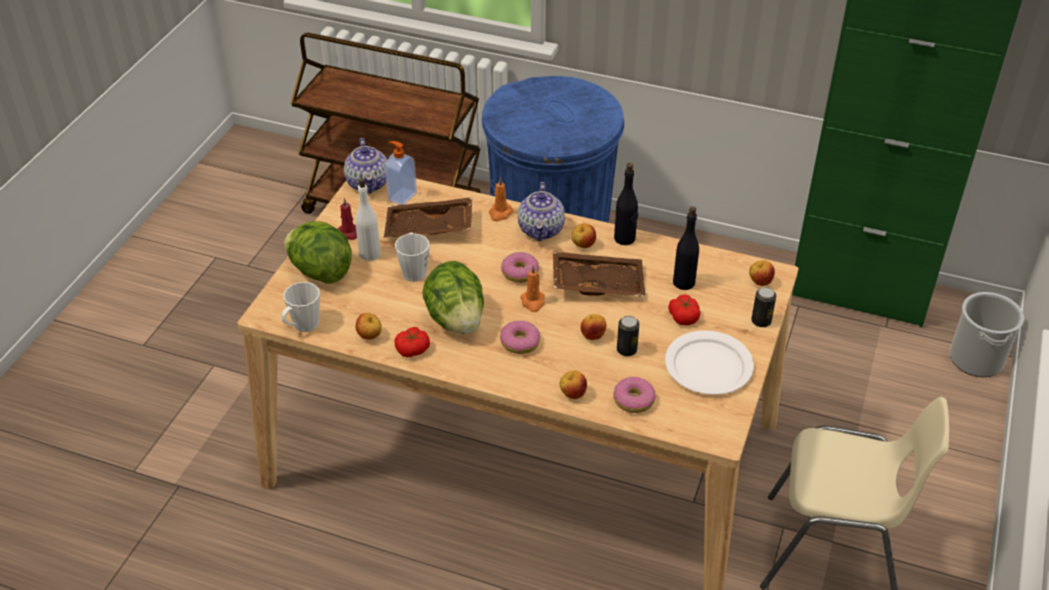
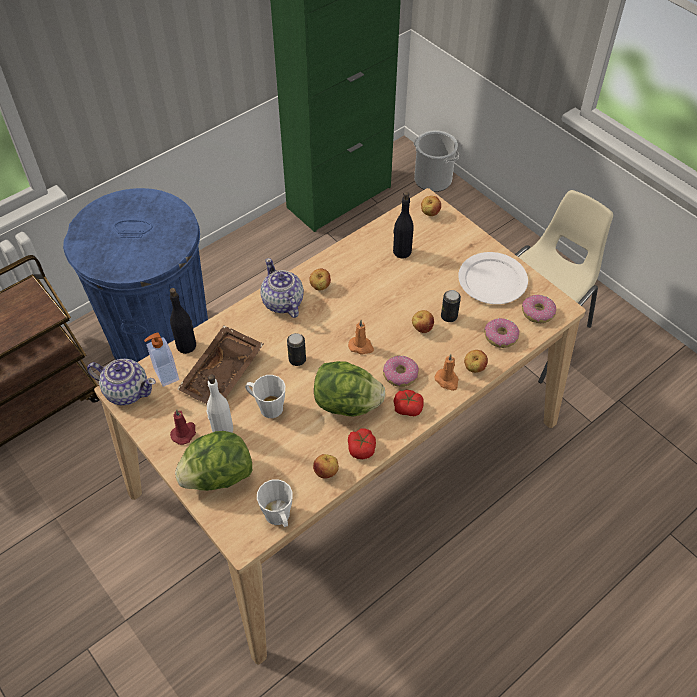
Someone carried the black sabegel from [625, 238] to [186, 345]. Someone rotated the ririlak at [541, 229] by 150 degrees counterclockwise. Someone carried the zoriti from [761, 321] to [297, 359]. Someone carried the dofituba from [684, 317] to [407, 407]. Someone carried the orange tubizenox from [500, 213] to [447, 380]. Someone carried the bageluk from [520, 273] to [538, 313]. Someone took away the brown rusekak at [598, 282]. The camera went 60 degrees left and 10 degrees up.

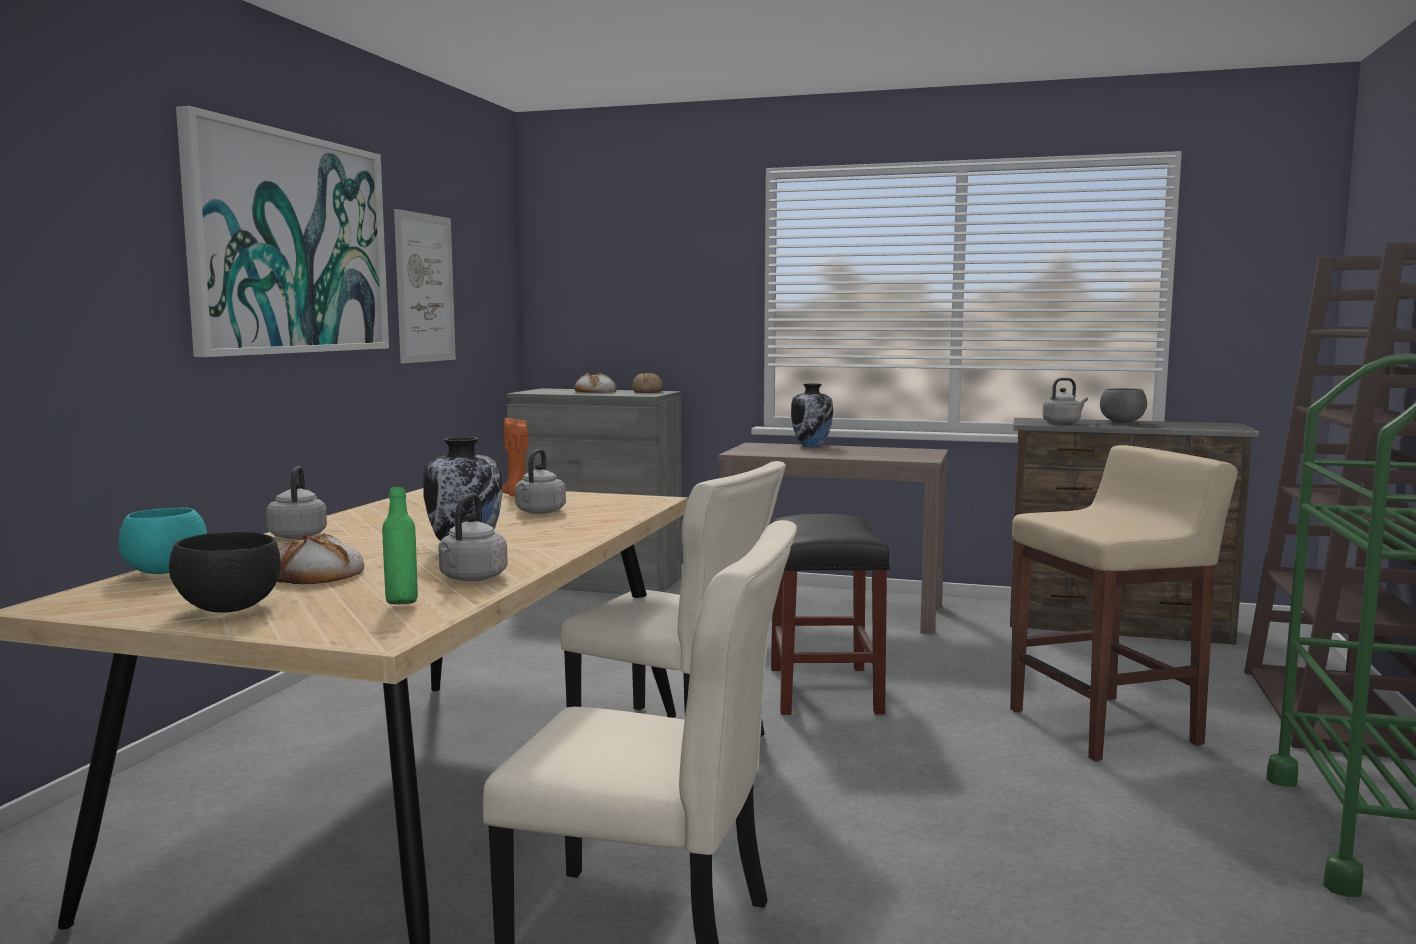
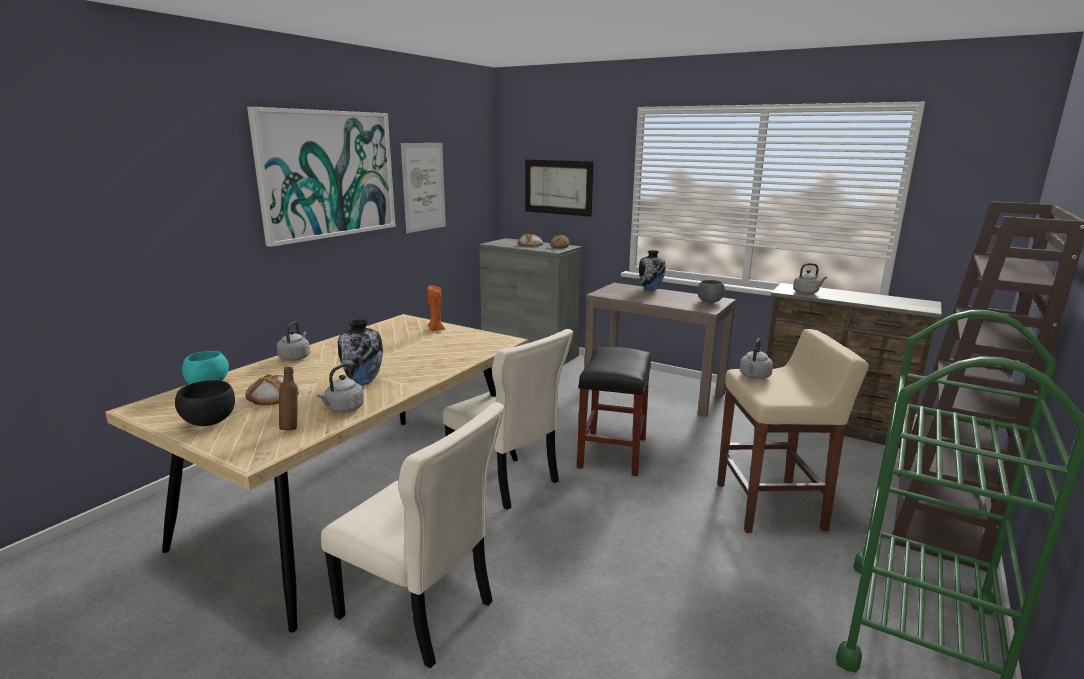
Someone repainted the green sabegel at [401, 602], which became the brown sabegel at [291, 427]. Someone put up the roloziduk at [558, 187]. Someone carried the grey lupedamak from [1122, 422] to [710, 302]. Someone carried the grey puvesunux from [539, 512] to [754, 376]. The camera went 15 degrees right and 10 degrees up.

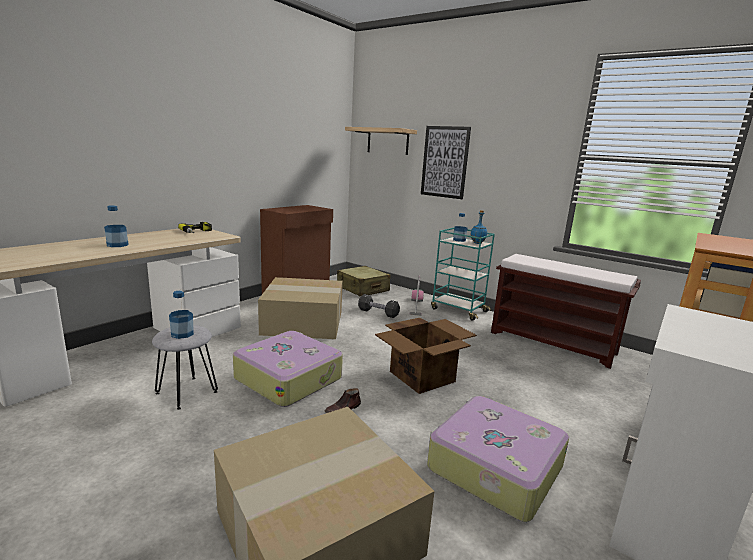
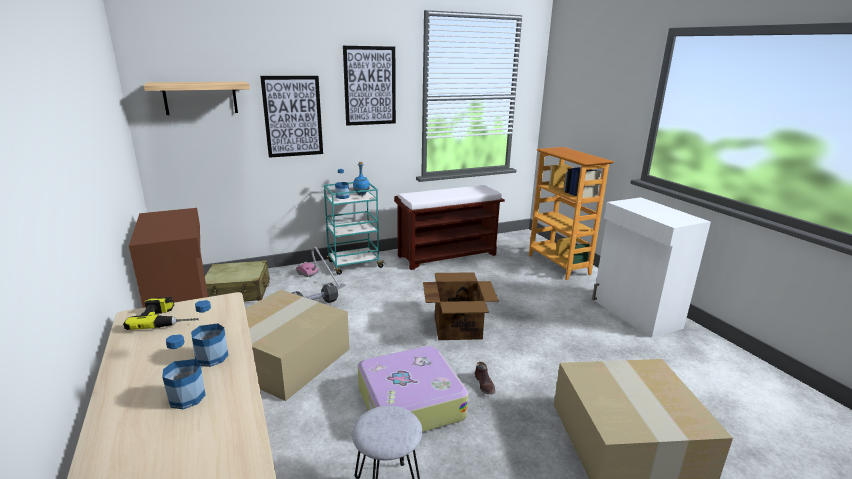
Someone carried the sabegel from [182, 334] to [212, 357]. Someone put up the roloziduk at [370, 86]. Someone took away the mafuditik at [493, 467]. The camera went 60 degrees left and 5 degrees up.

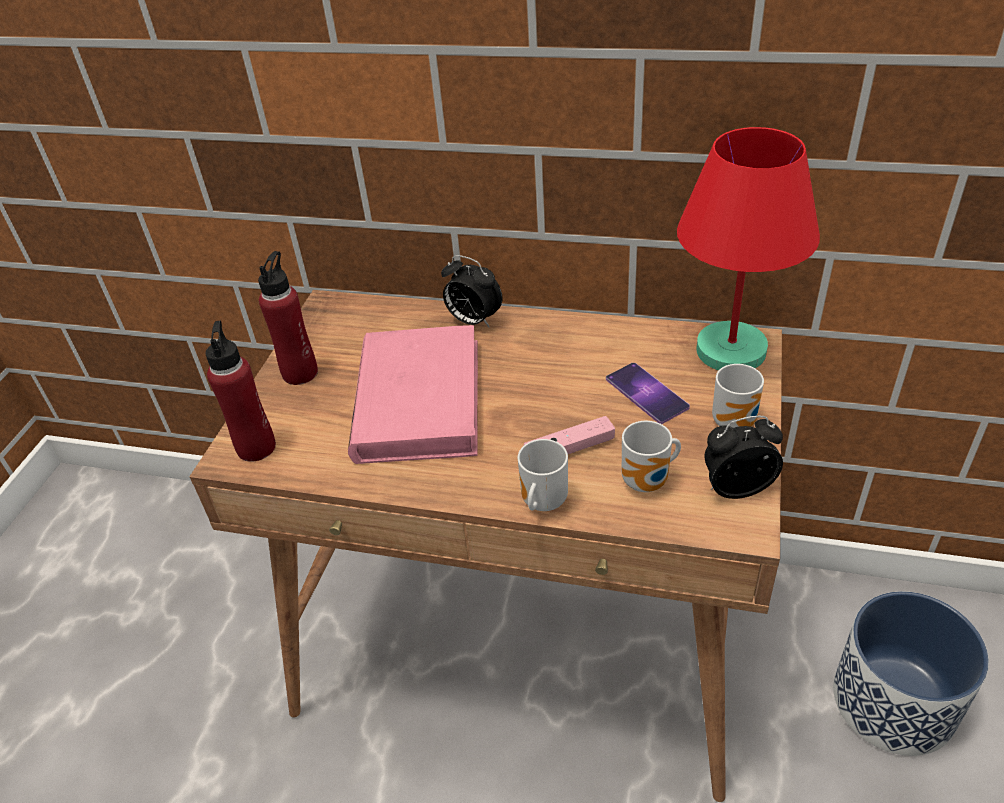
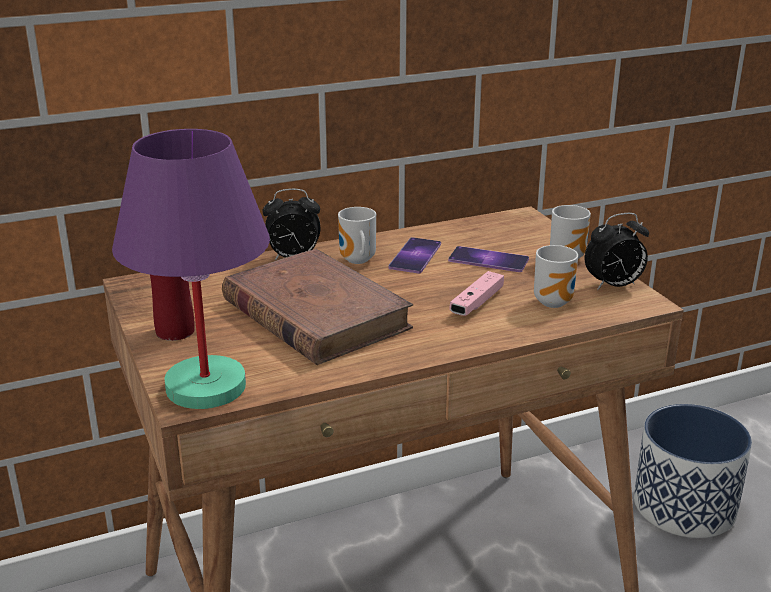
Someone swapped the red sabegel at [256, 447] for the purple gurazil at [204, 387]. Someone repainted the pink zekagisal at [418, 399], which became the brown zekagisal at [315, 314]. Someone carried the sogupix from [541, 503] to [356, 261]. Someone put down the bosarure at [415, 256]. Someone rotated the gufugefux at [737, 487] by 150 degrees counterclockwise. Someone took away the red gurazil at [732, 351]. The camera went 40 degrees left and 15 degrees down.

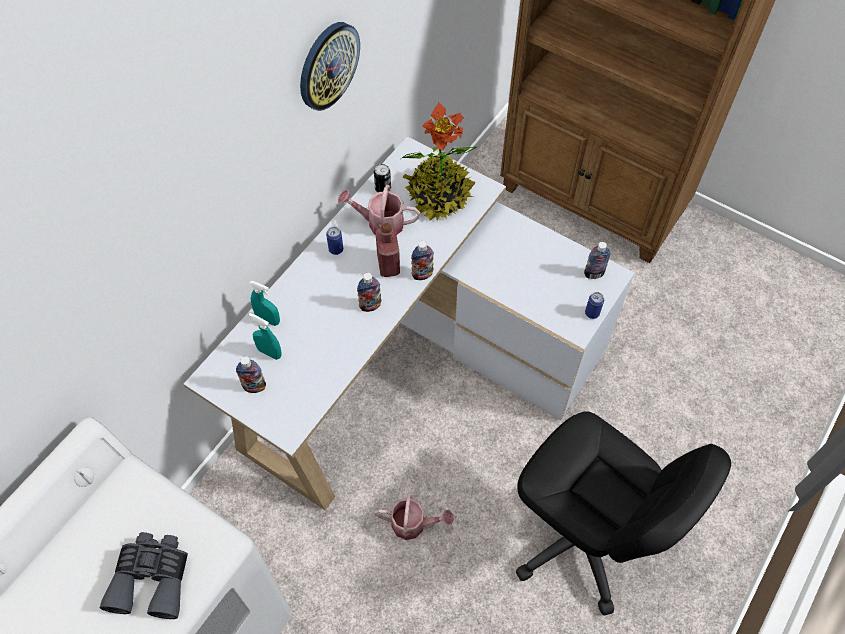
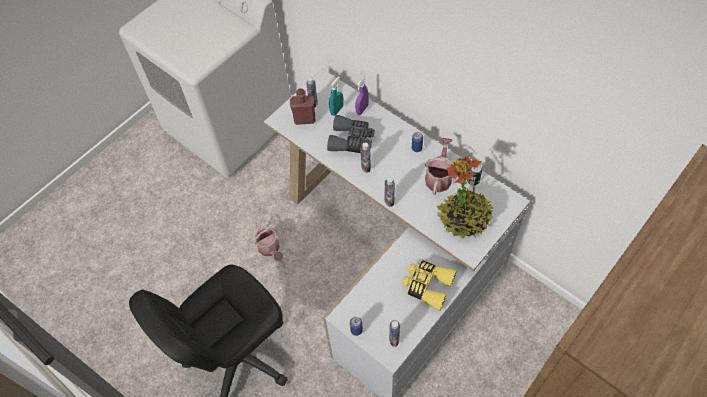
Someone rotated the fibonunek at [413, 524] by 45 degrees counterclockwise. Someone carried the red sabegel from [388, 265] to [304, 119]. Someone carried the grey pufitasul from [152, 578] to [351, 140]. Someone repainted the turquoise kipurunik at [268, 319], which became the purple kipurunik at [362, 109]. Someone put down the yellow pufitasul at [427, 285]. Someone took away the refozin at [328, 65]. The camera went 100 degrees right and 0 degrees up.

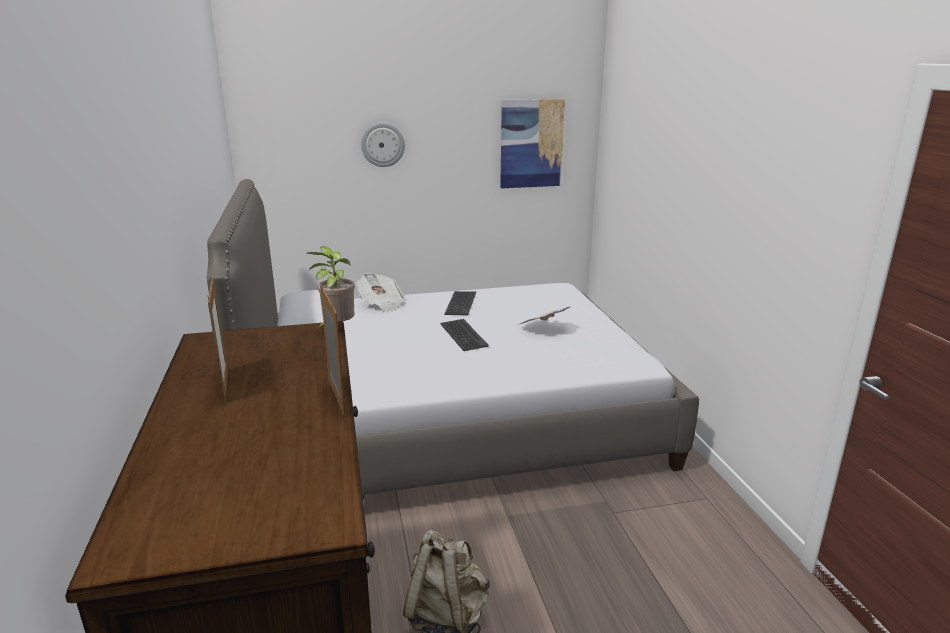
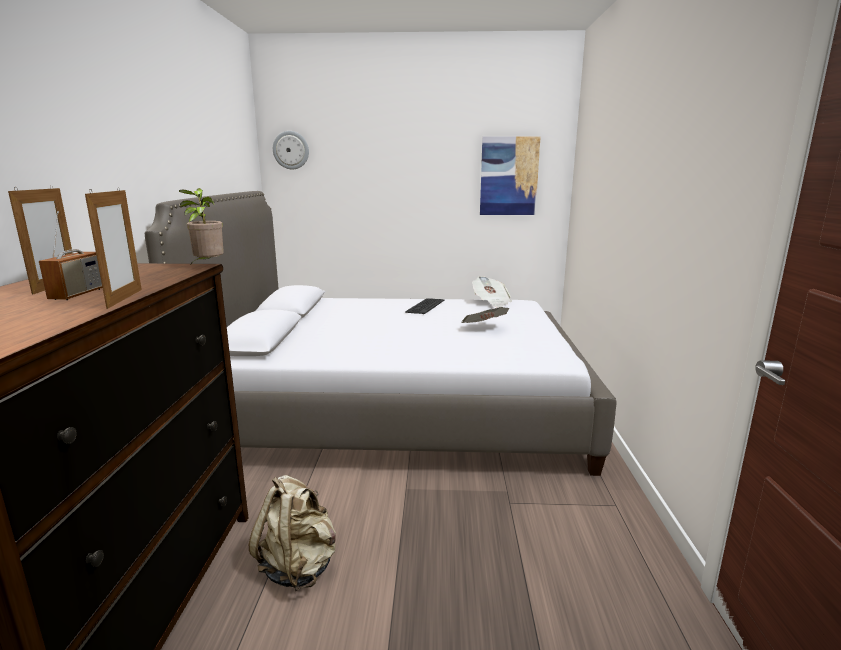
Someone put down the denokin at [78, 294]. Someone carried the refozin from [383, 144] to [291, 150]. Someone carried the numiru from [381, 304] to [491, 302]. Someone took away the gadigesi at [462, 335]. The camera went 15 degrees right and 5 degrees down.

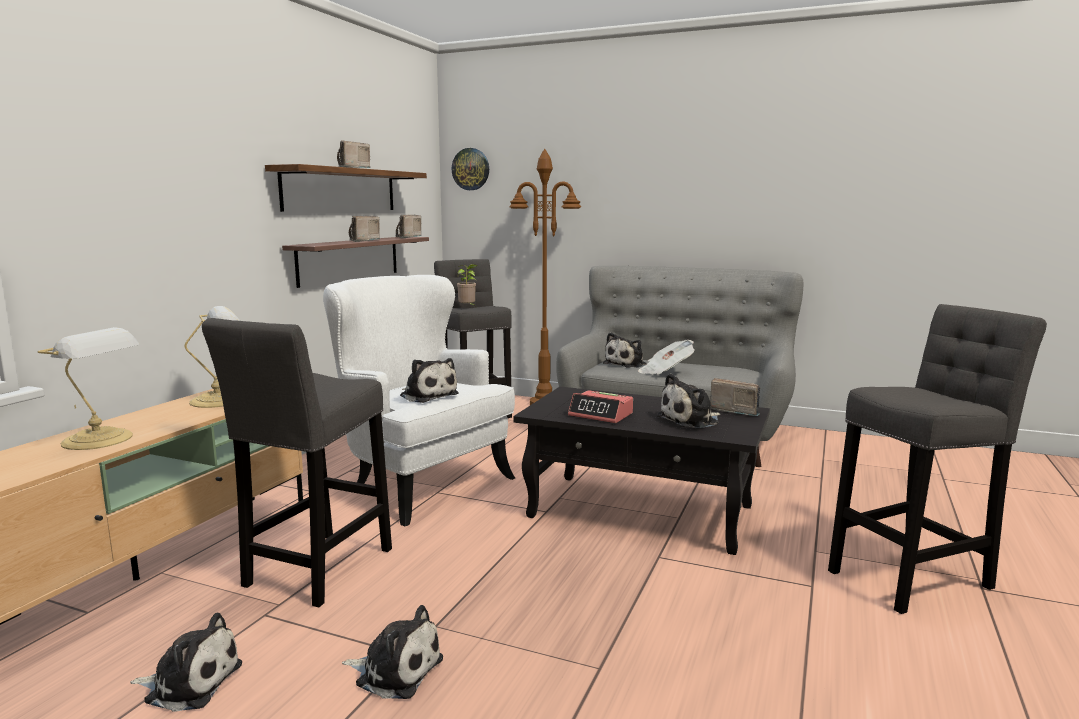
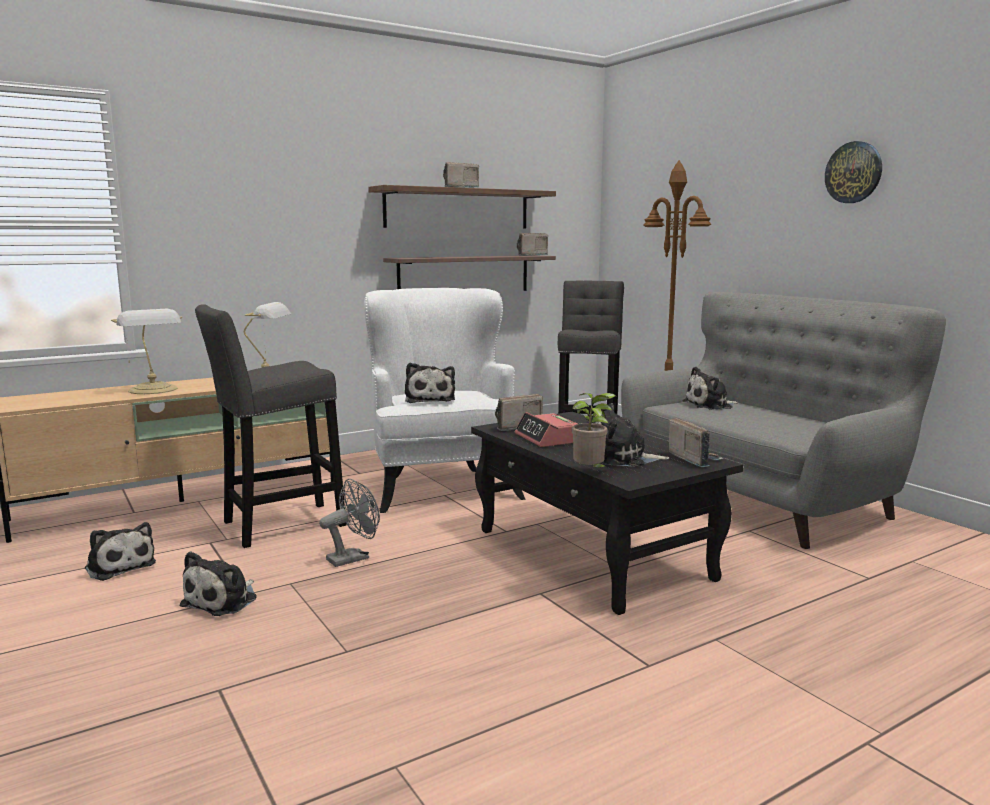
Someone rotated the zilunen at [395, 671] by 60 degrees clockwise. Someone put down the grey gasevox at [353, 557]. Someone carried the denokin from [361, 241] to [514, 426]. Someone carried the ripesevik from [468, 308] to [590, 472]. Someone carried the refozin from [471, 169] to [853, 172]. Someone took away the numiru at [665, 372]. Someone took away the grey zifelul at [914, 577]. The camera went 35 degrees right and 0 degrees up.

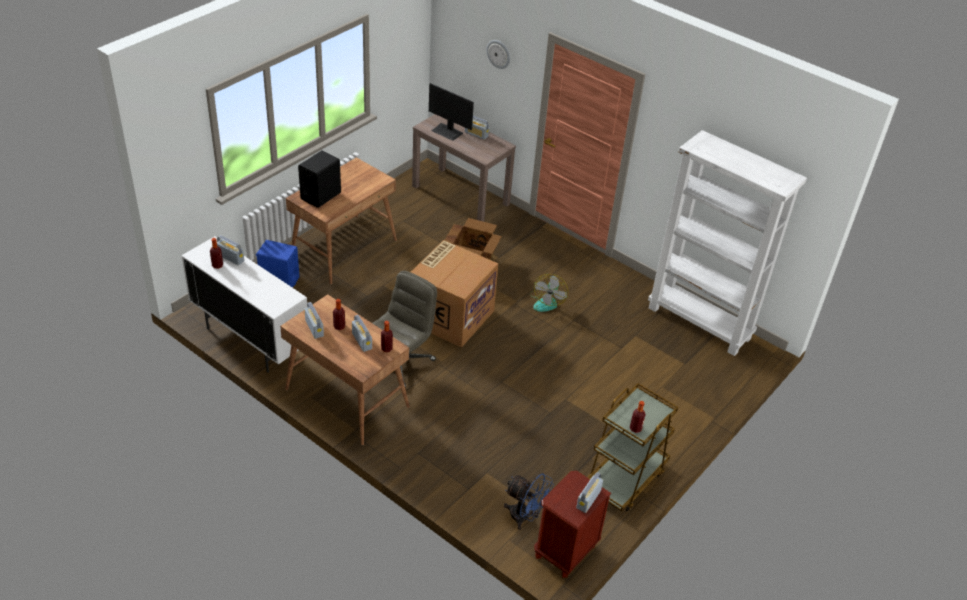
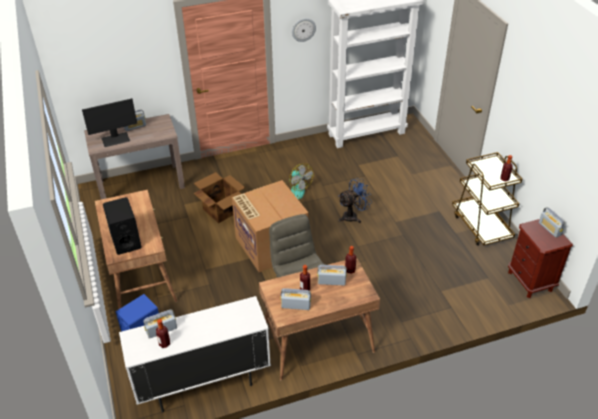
Someone carried the refozin from [499, 54] to [303, 29]. Someone carried the blue gasevox from [525, 517] to [353, 216]. The camera went 55 degrees left and 0 degrees up.

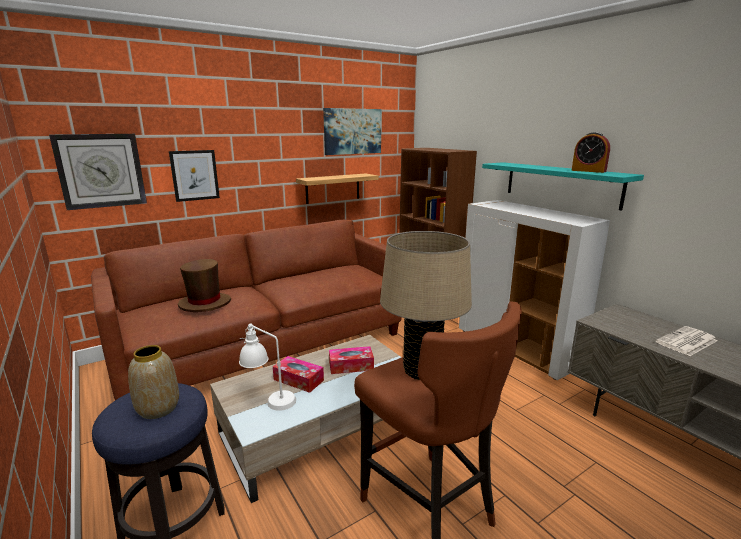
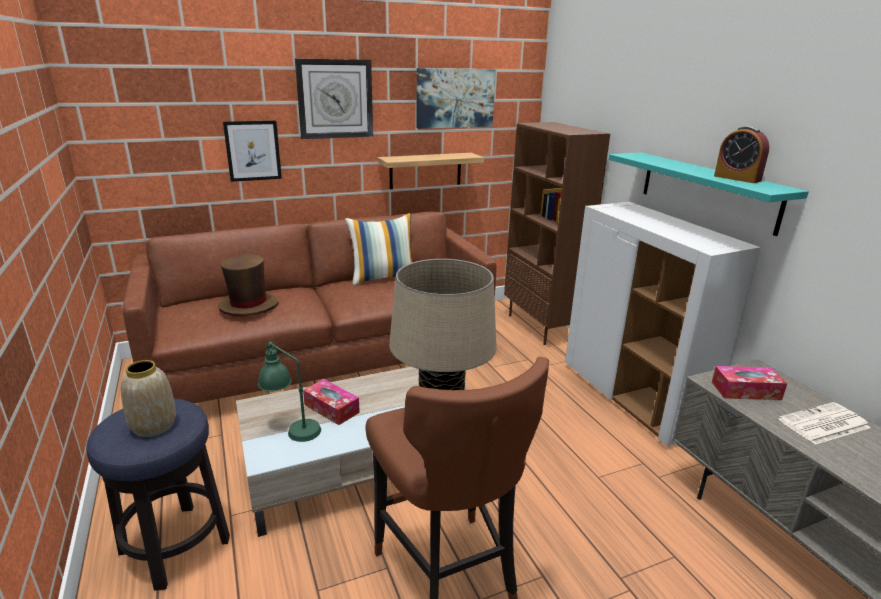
Someone repainted the white gurazil at [269, 401], which became the green gurazil at [291, 429]. Someone carried the refozin from [101, 171] to [335, 99]. Someone put down the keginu at [383, 277]. Someone carried the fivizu from [351, 366] to [745, 390]. The camera went 10 degrees right and 5 degrees up.

